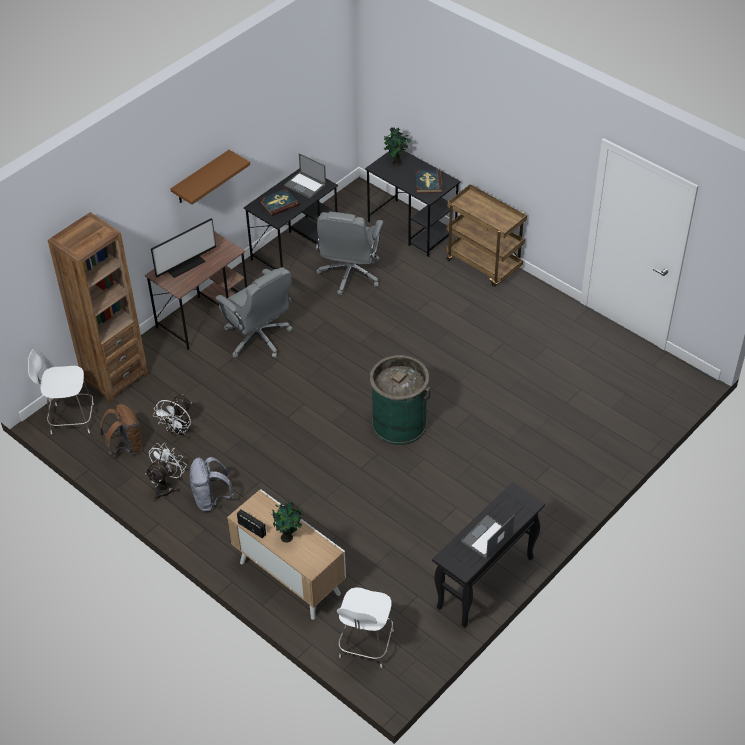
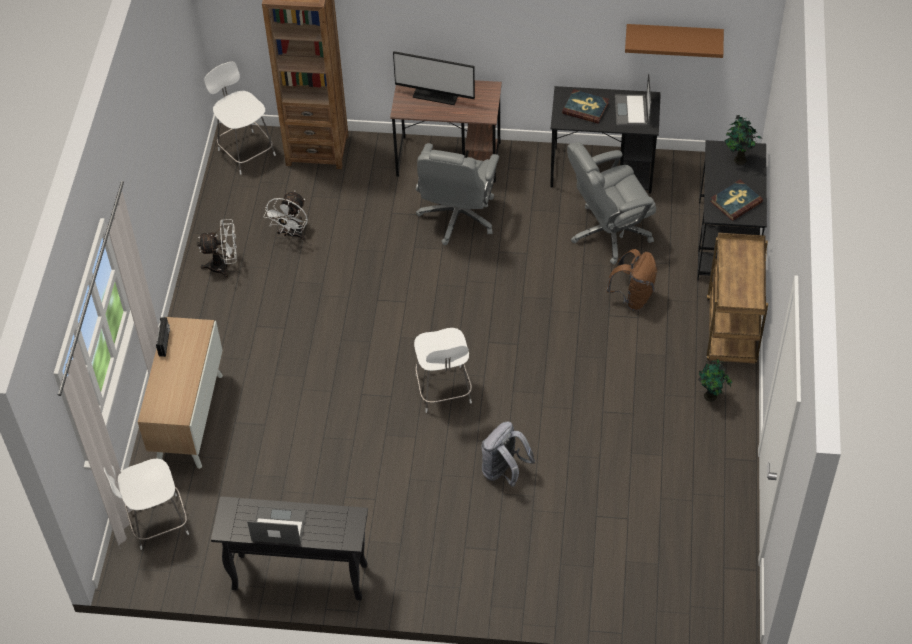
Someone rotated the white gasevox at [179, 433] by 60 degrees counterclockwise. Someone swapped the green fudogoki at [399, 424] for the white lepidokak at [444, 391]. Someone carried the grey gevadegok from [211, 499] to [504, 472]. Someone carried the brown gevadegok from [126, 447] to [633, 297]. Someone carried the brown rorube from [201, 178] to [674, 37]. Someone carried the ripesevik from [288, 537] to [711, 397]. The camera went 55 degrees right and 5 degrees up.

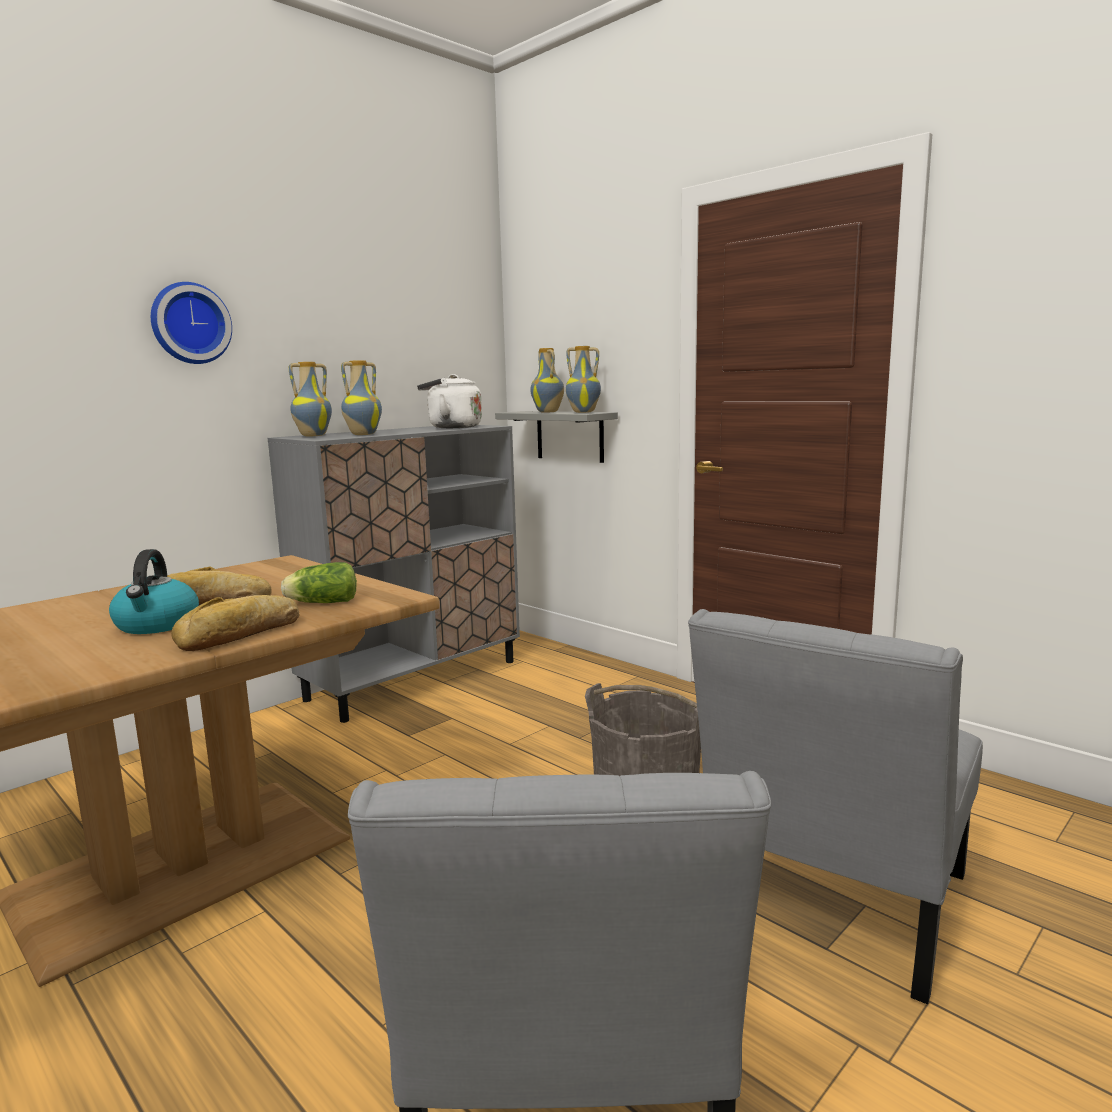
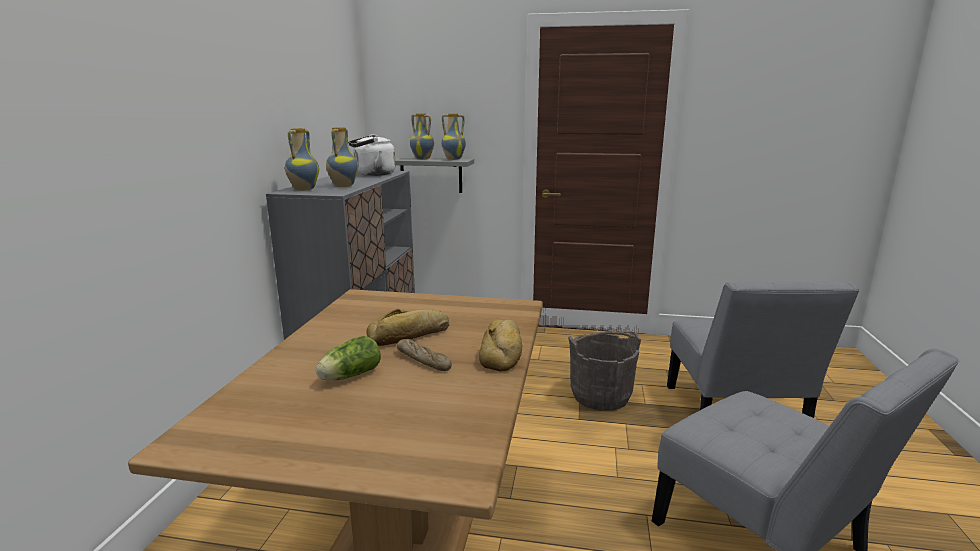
Someone carried the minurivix from [320, 603] to [348, 376]. Someone swapped the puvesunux at [157, 625] for the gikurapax at [423, 360]. Someone took away the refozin at [189, 323]. The camera went 35 degrees left and 5 degrees up.

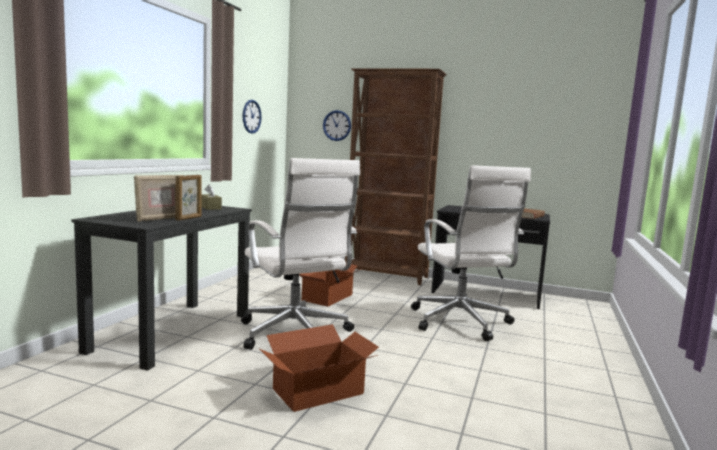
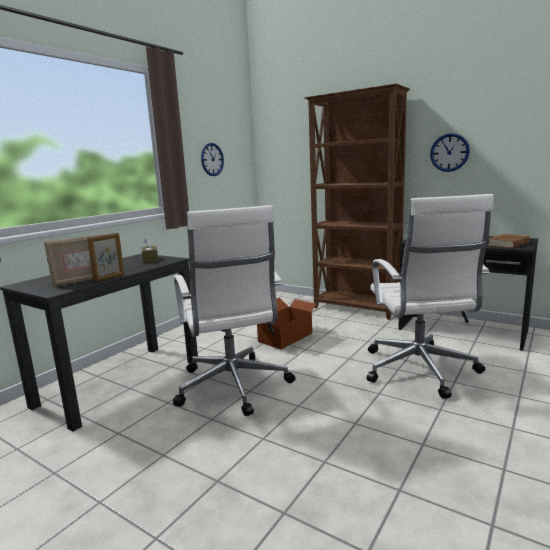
Someone carried the refozin from [337, 125] to [449, 152]. Someone took away the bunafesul at [319, 391]. The camera went 15 degrees right and 5 degrees up.

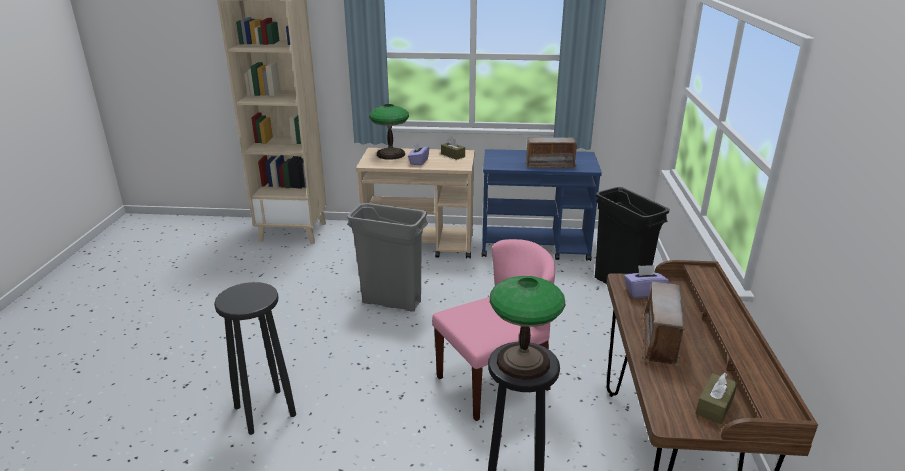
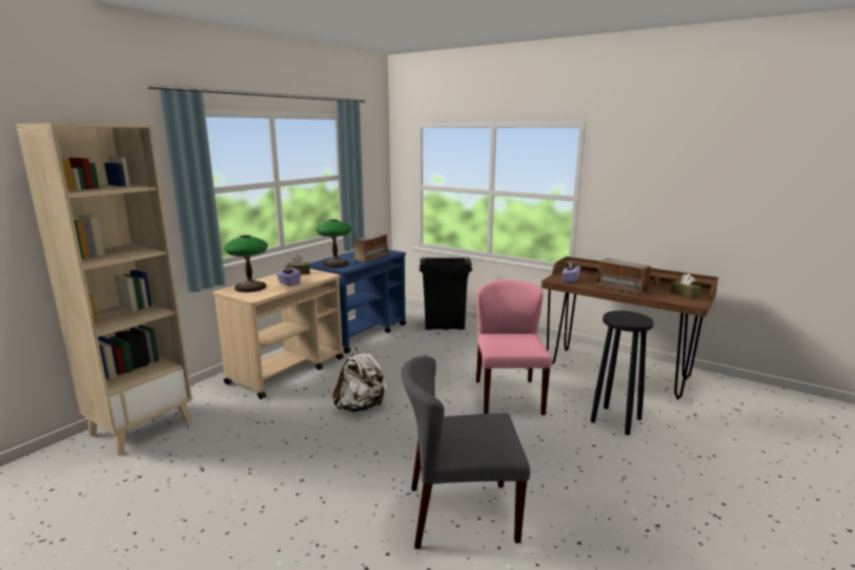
Someone carried the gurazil from [523, 362] to [336, 264]. Someone swapped the grey fudogoki at [392, 302] for the white gevadegok at [361, 406]. Someone swapped the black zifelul at [266, 411] for the grey lepidokak at [461, 514]. The camera went 60 degrees left and 10 degrees down.

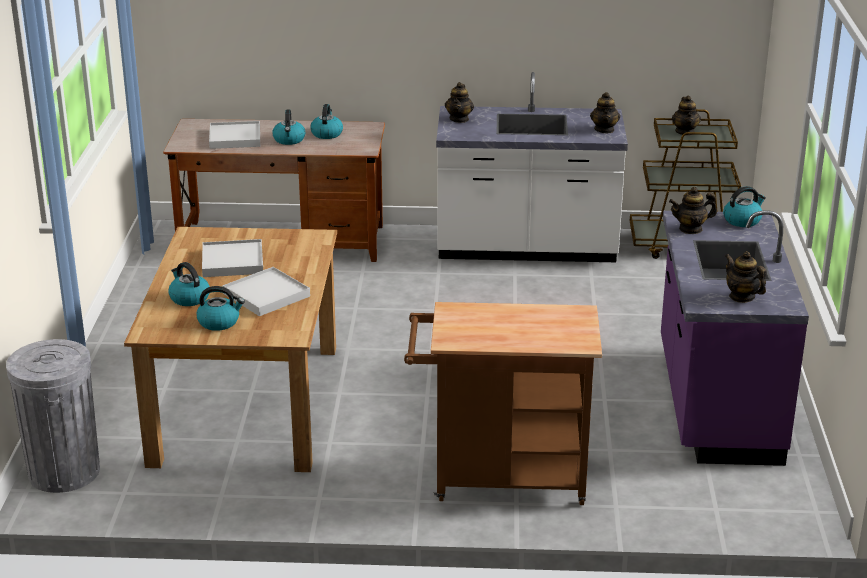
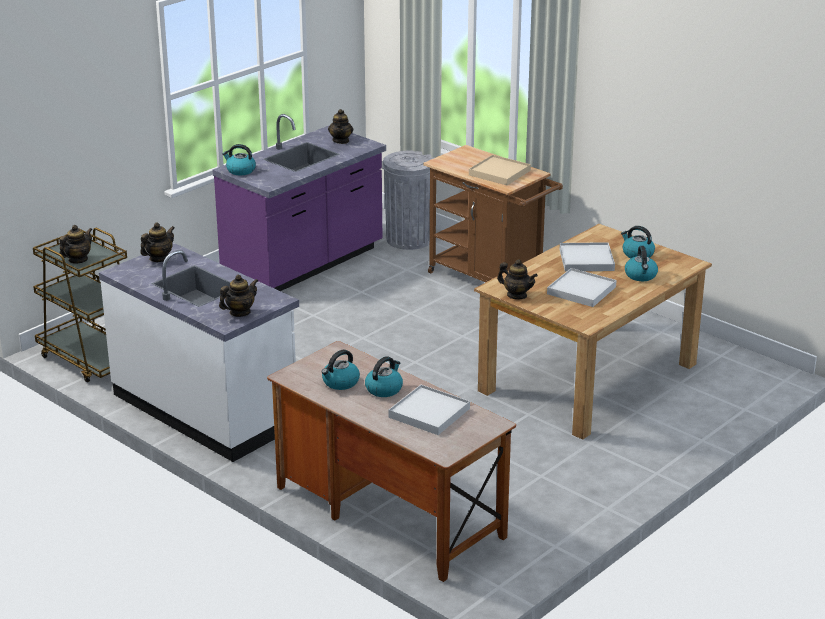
Someone carried the grey fudogoki from [64, 471] to [409, 239]. Someone put down the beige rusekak at [499, 173]. Someone carried the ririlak from [690, 229] to [517, 295]. The camera went 140 degrees left and 0 degrees up.

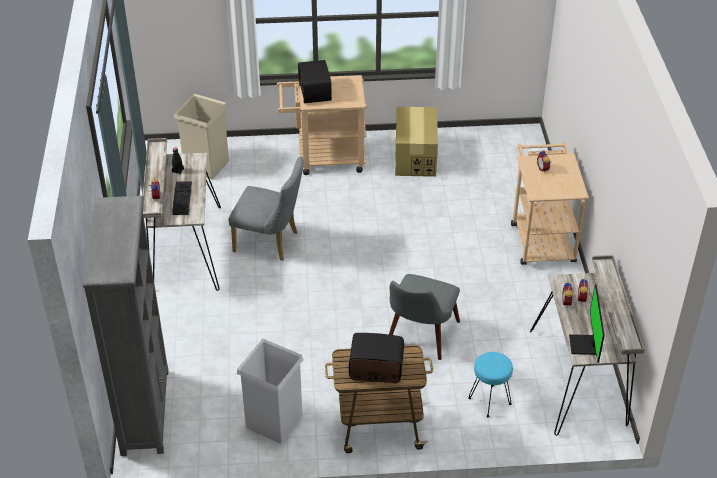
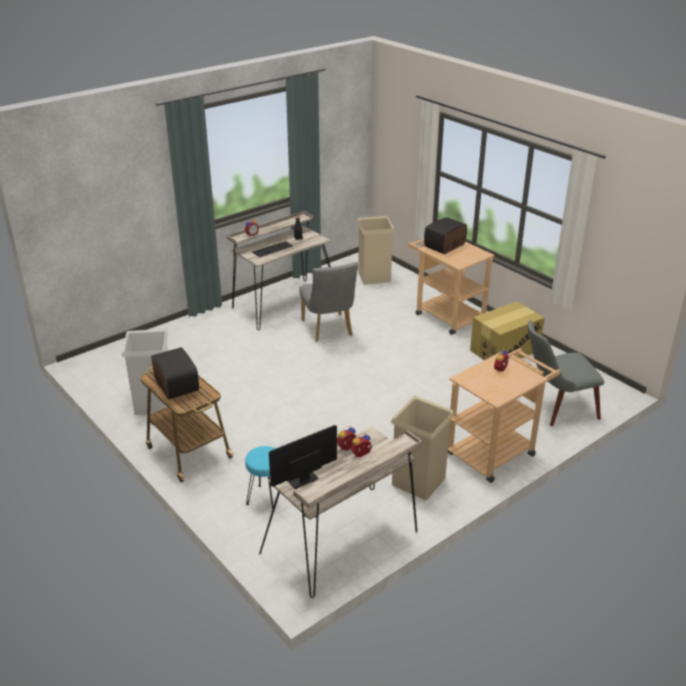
Someone put down the beige fudogoki at [418, 481]. Someone carried the grey lepidokak from [419, 339] to [554, 408]. Someone took away the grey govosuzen at [145, 411]. The camera went 55 degrees right and 10 degrees down.

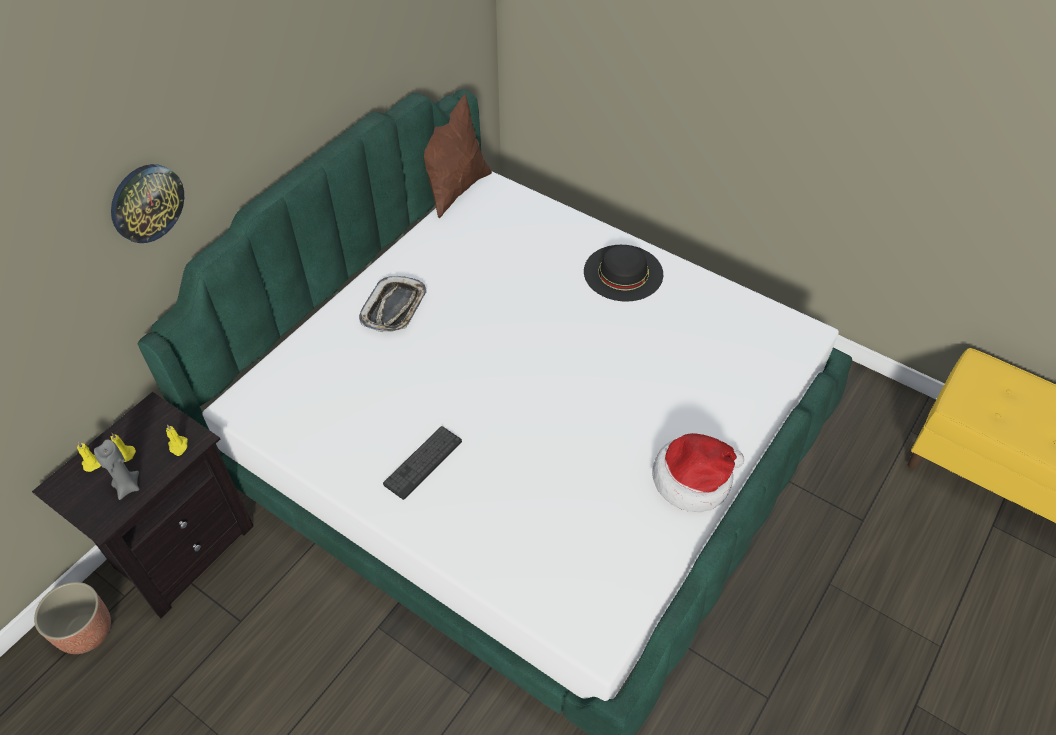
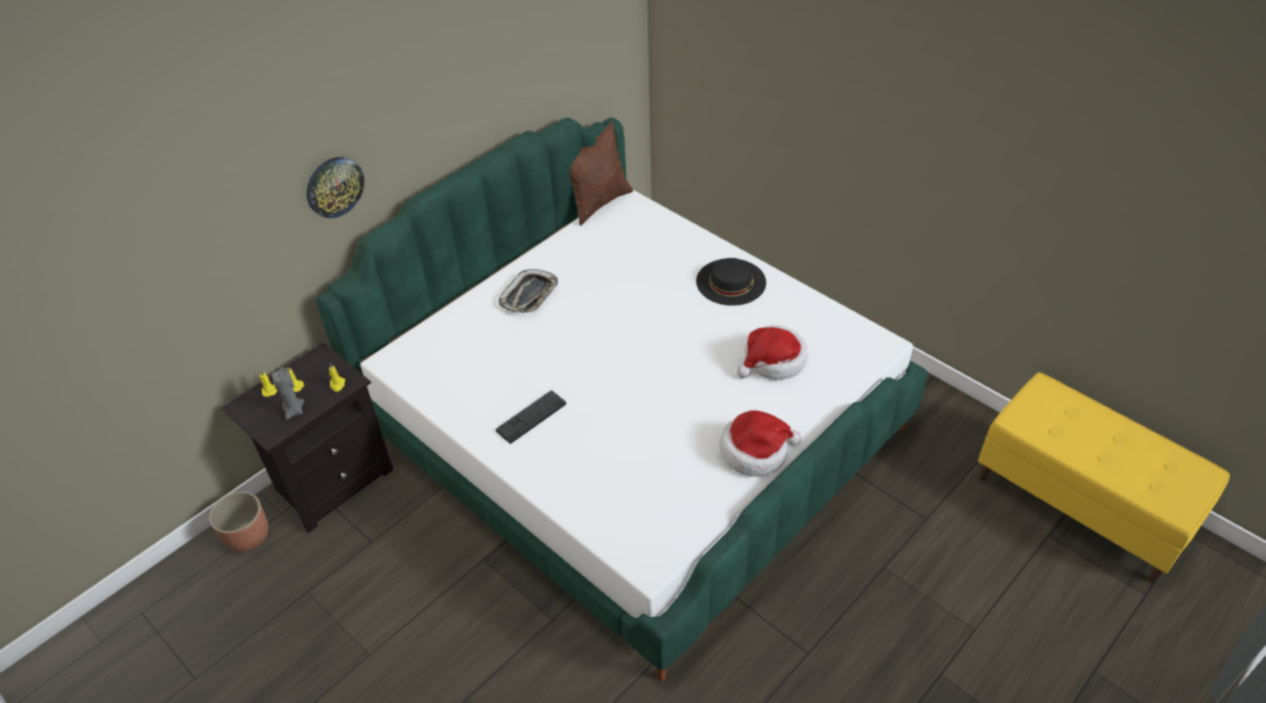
Someone put down the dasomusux at [773, 361]. The camera went 10 degrees right and 5 degrees down.

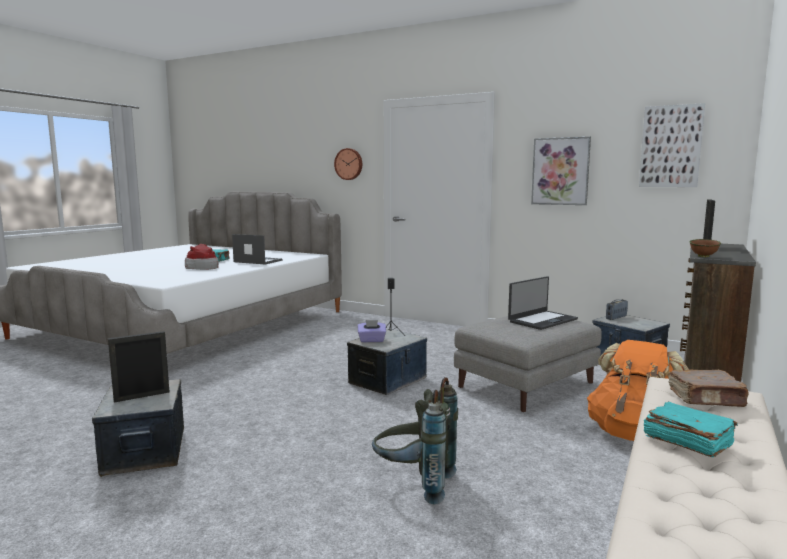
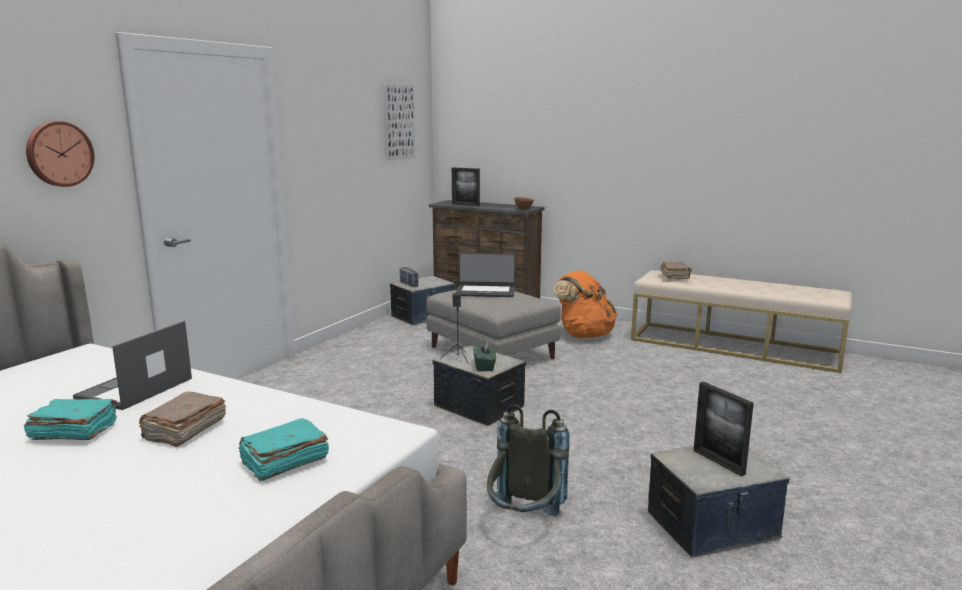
Someone swapped the dasomusux at [203, 267] for the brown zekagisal at [184, 431]. Someone carried the turquoise zekagisal from [686, 441] to [283, 462]. Someone rotated the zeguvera at [542, 320] by 135 degrees clockwise. Someone repainted the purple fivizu at [371, 340], which became the green fivizu at [484, 366]. Someone carried the grey gevadegok from [414, 484] to [524, 522]. Someone took away the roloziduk at [560, 171]. The camera went 90 degrees left and 5 degrees up.

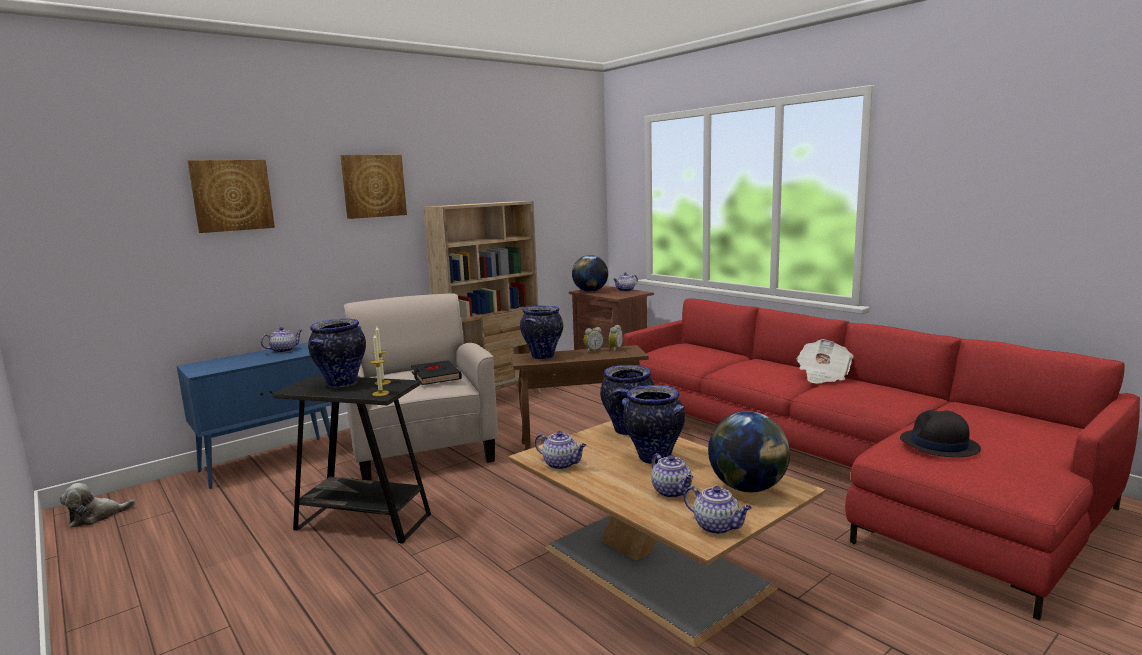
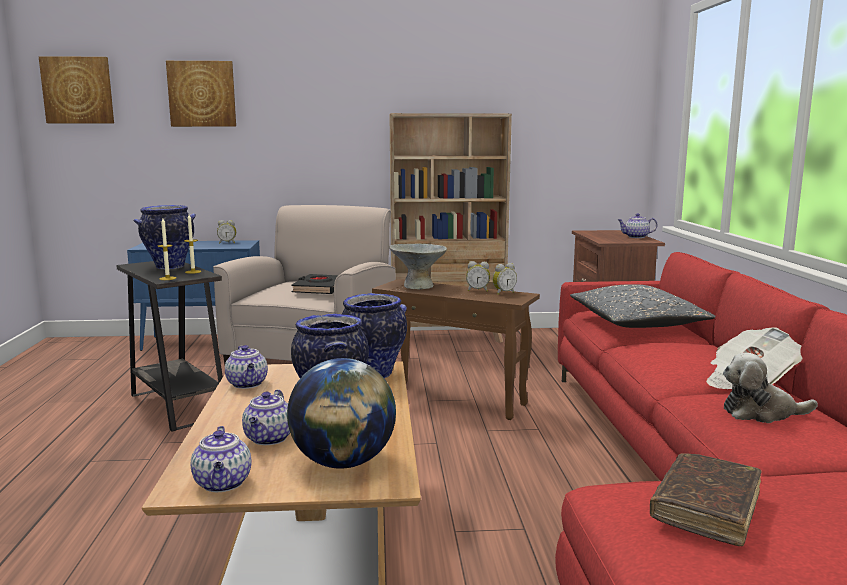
Someone carried the roloziduk from [373, 186] to [78, 90]. Someone swapped the ririlak at [284, 350] for the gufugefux at [227, 243]. Someone swapped the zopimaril at [543, 356] for the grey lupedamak at [418, 286]. Someone put down the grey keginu at [637, 323]. Someone swapped the black dasomusux at [938, 445] for the brown zekagisal at [706, 508]. Someone carried the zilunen from [96, 517] to [761, 413]. Someone took away the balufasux at [590, 291]. The camera went 35 degrees right and 0 degrees up.

